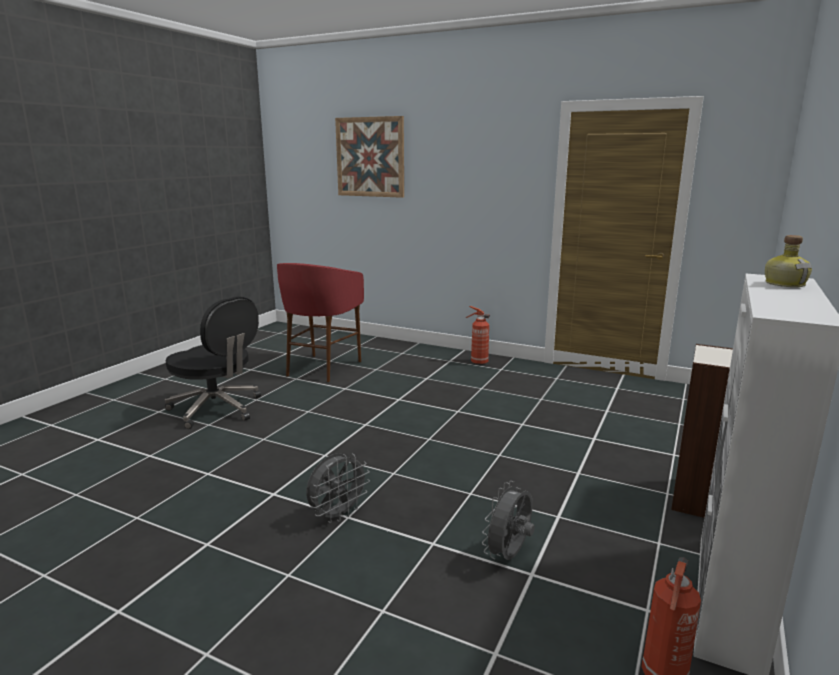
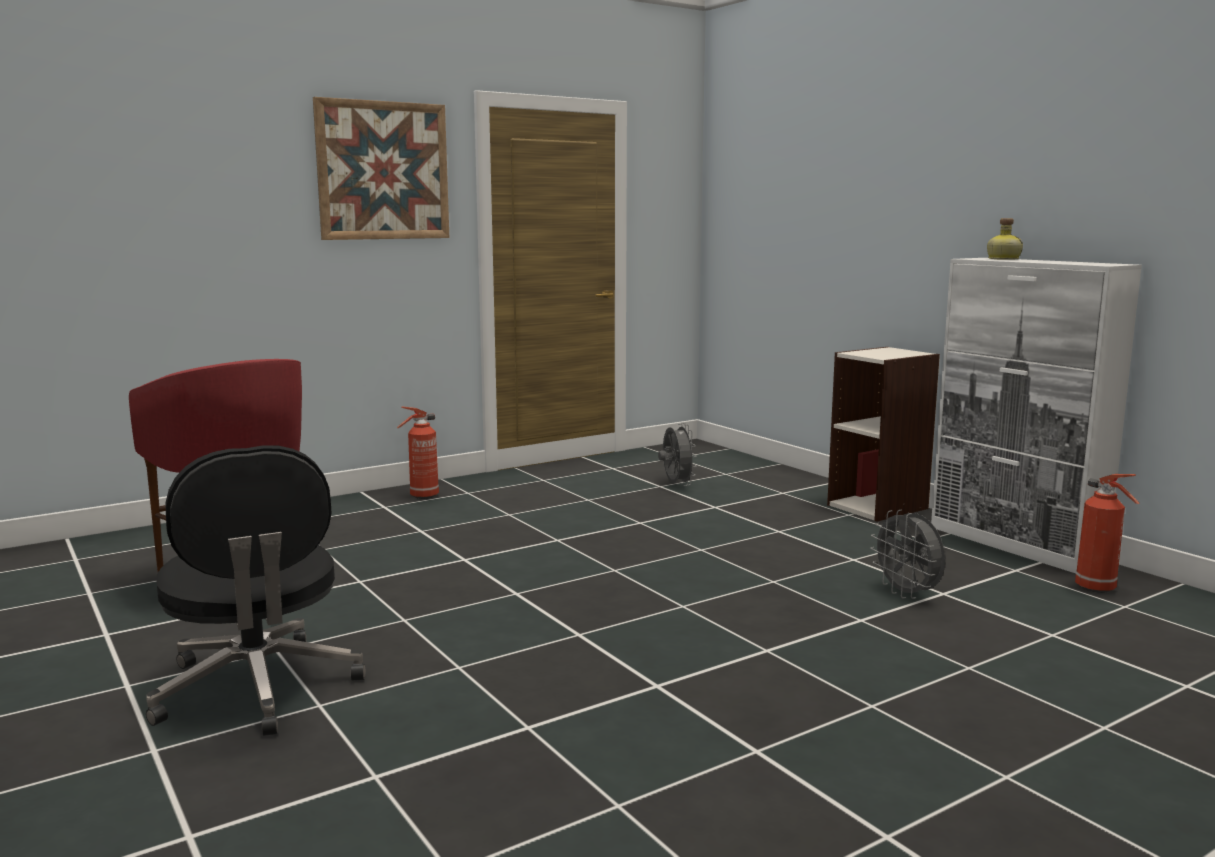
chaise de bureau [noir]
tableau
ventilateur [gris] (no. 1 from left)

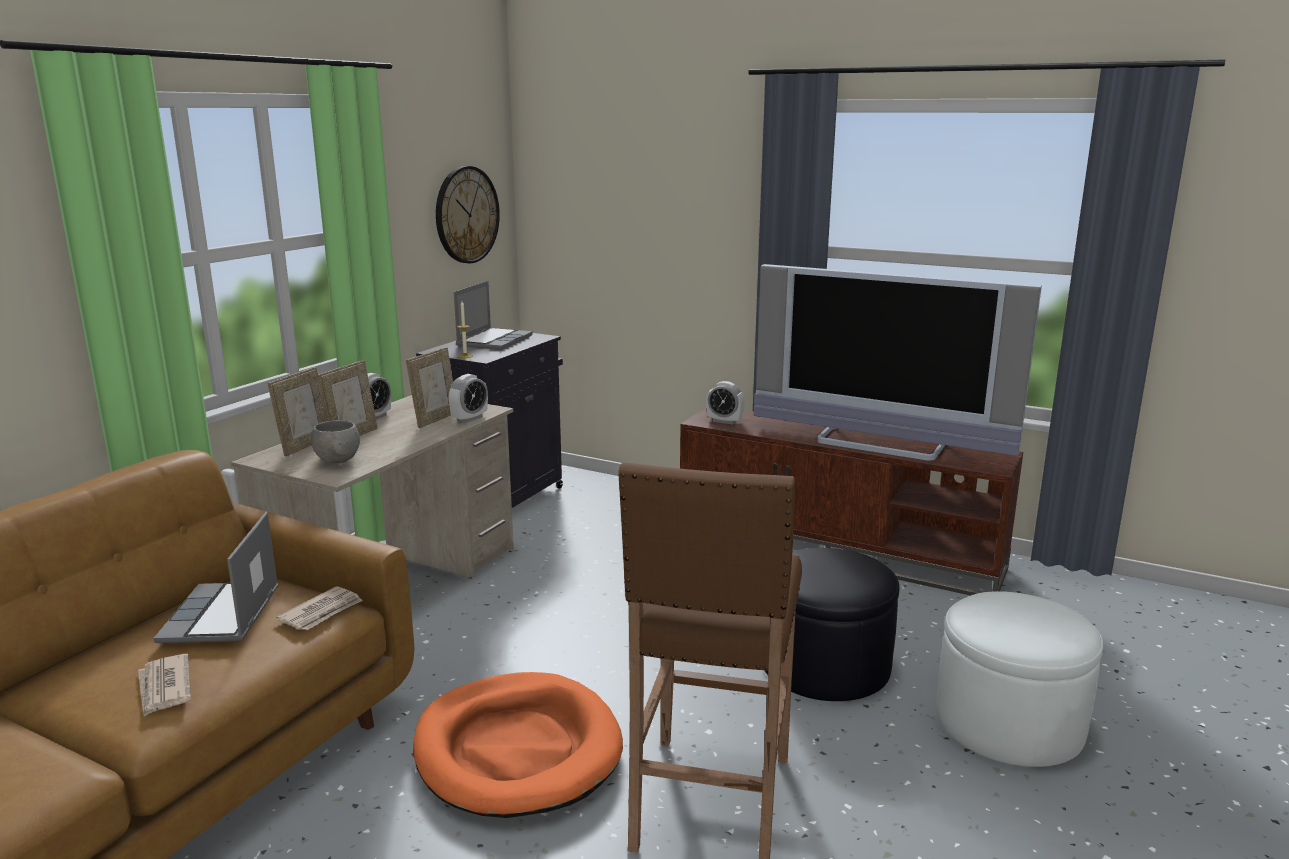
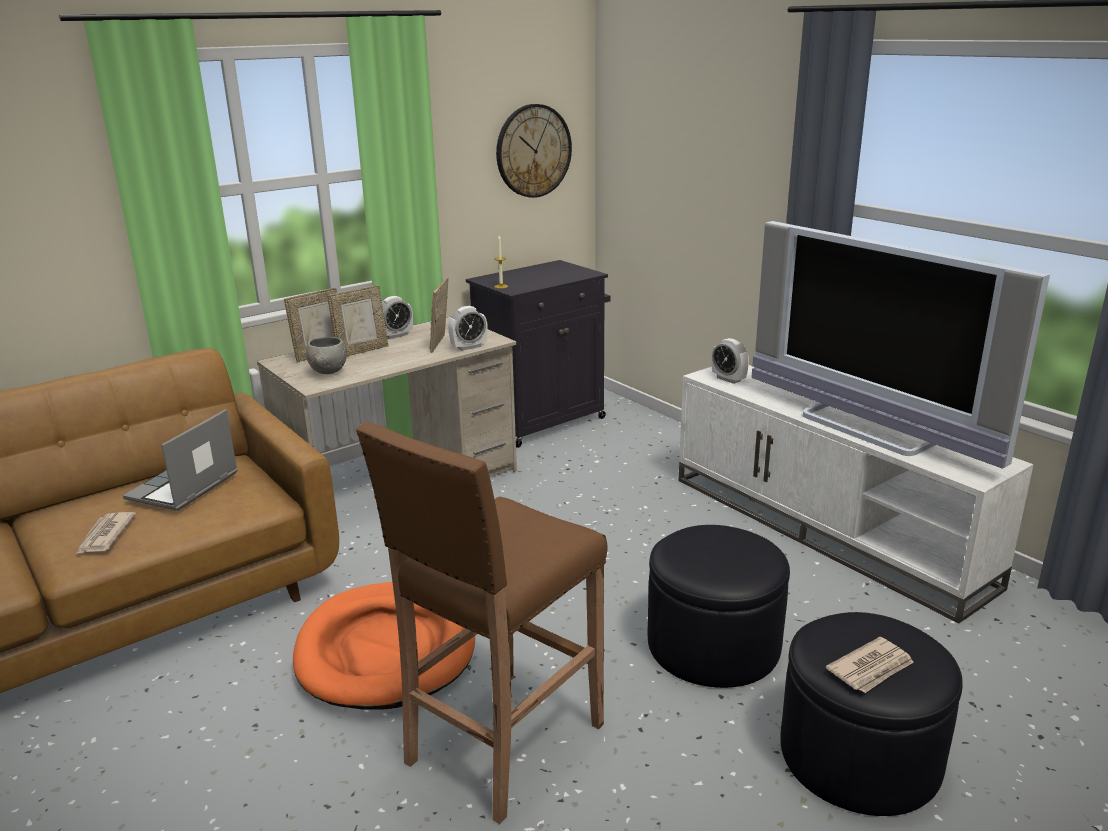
cadre photo (no. 3 from left)
meuble télé [blanc]
pouf [noir] (no. 2 from left)
journal (no. 2 from left)
ordinateur portable (no. 2 from left in the first image)

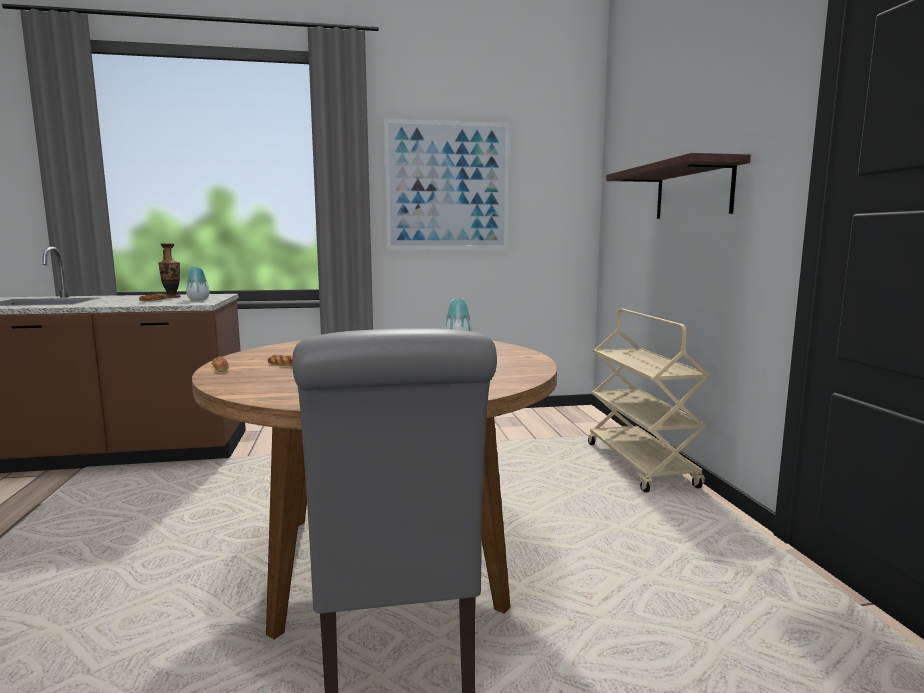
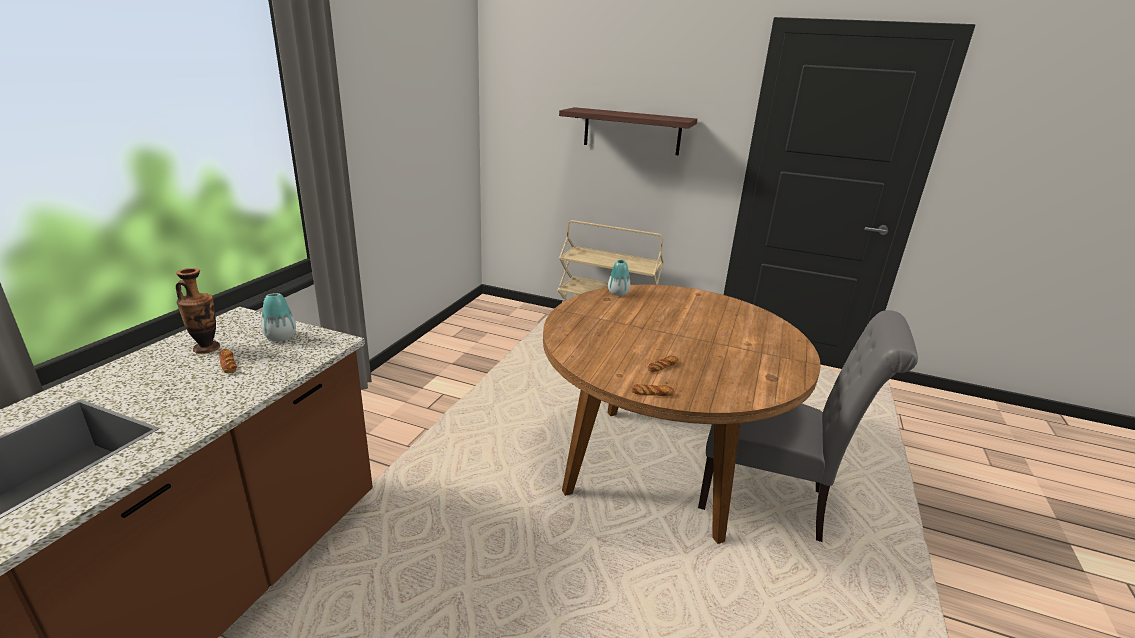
tableau

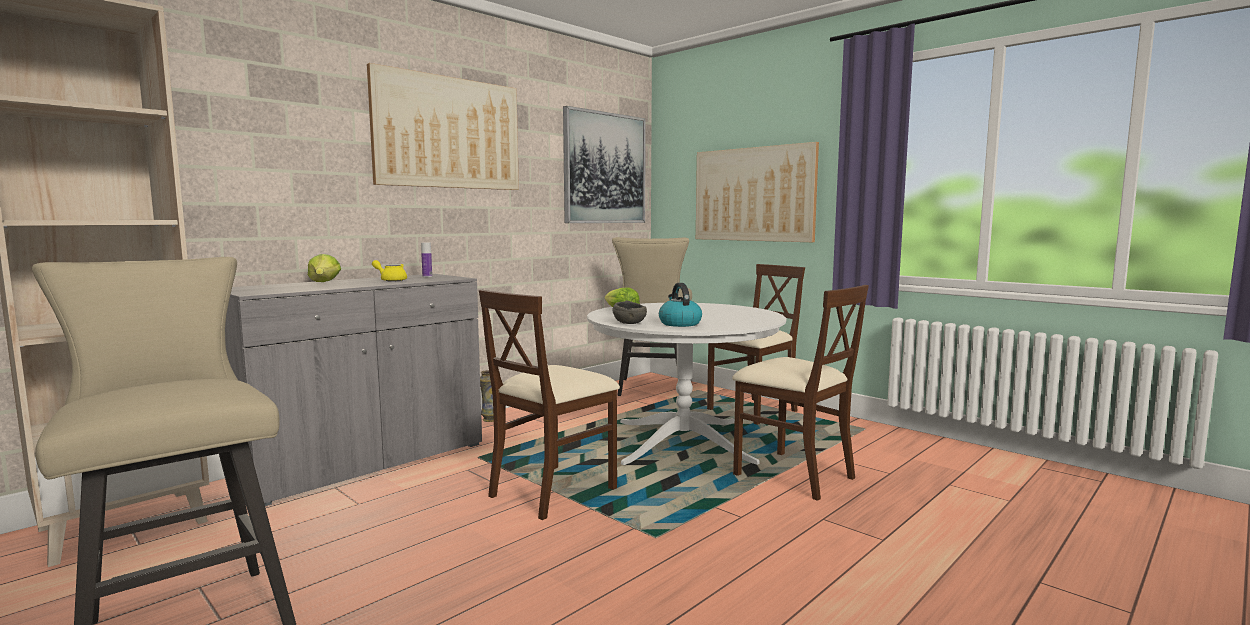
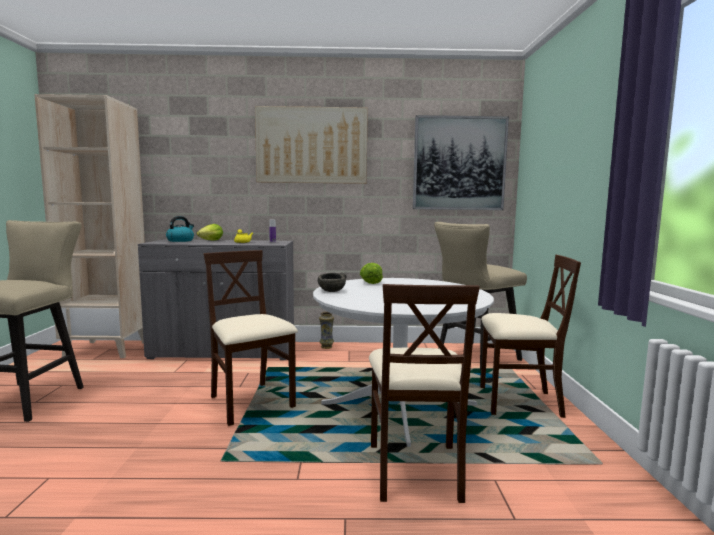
bouilloire
chaise [beige] (no. 1 from left)
tableau (no. 3 from left in the first image)

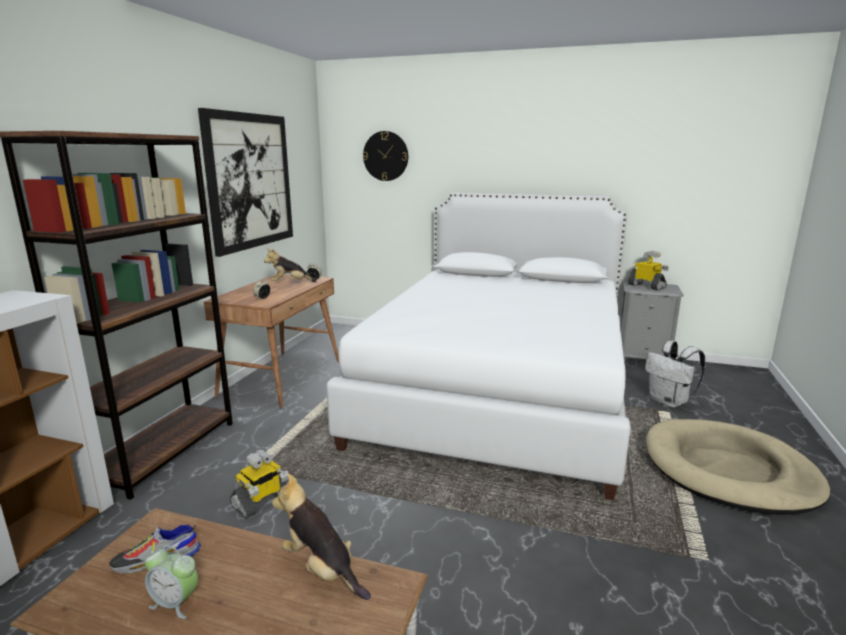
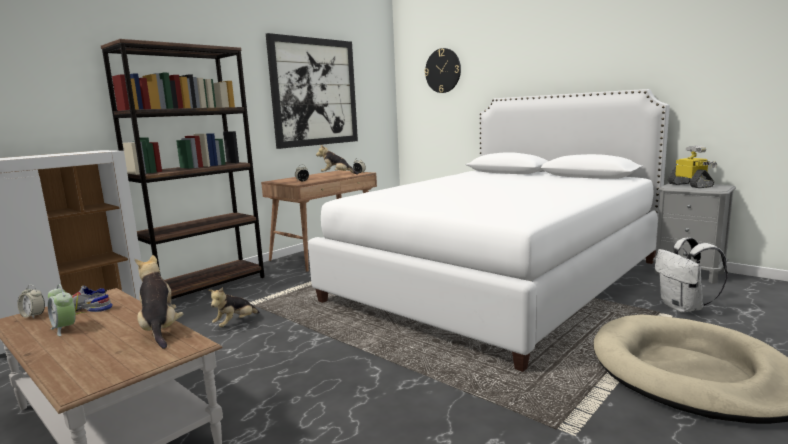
réveil (no. 1 from left)
peluche (no. 2 from left)

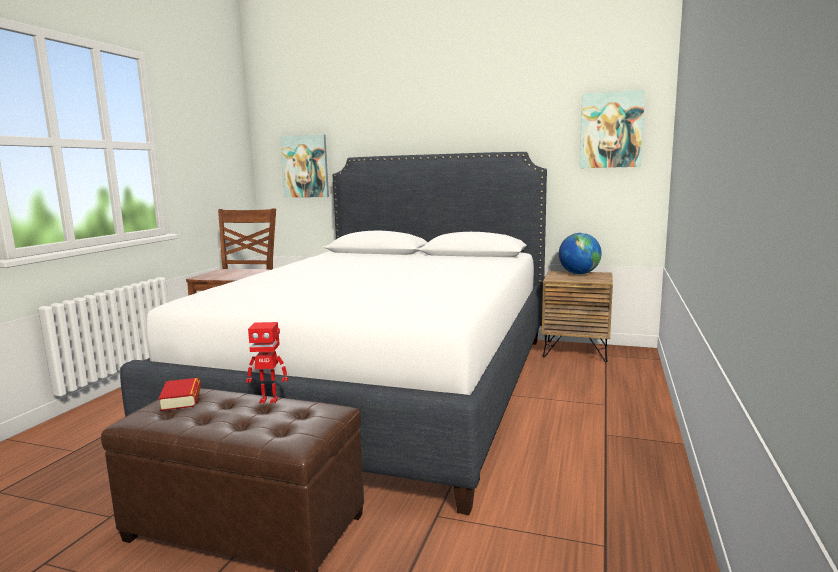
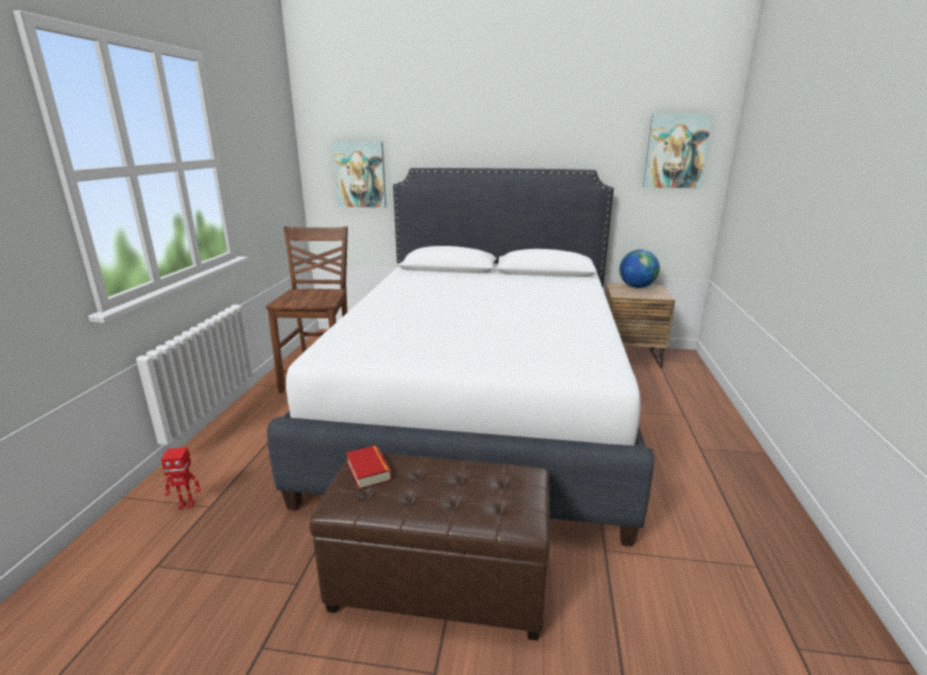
robot jouet

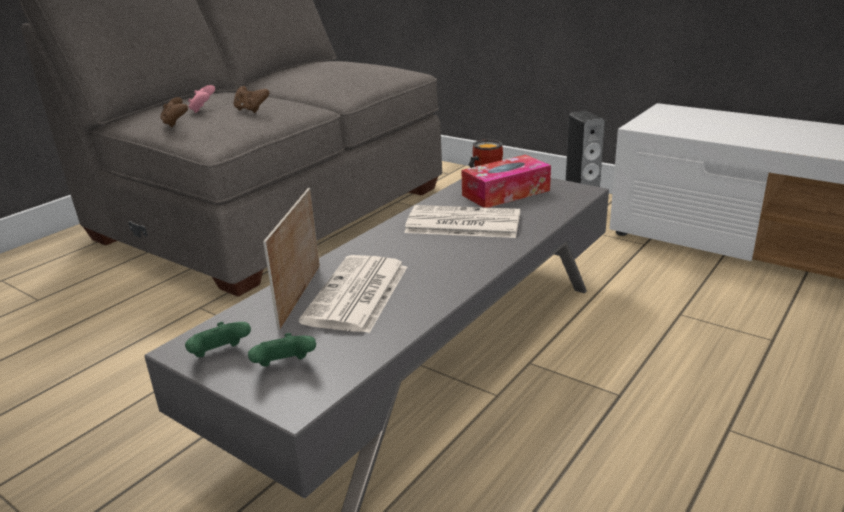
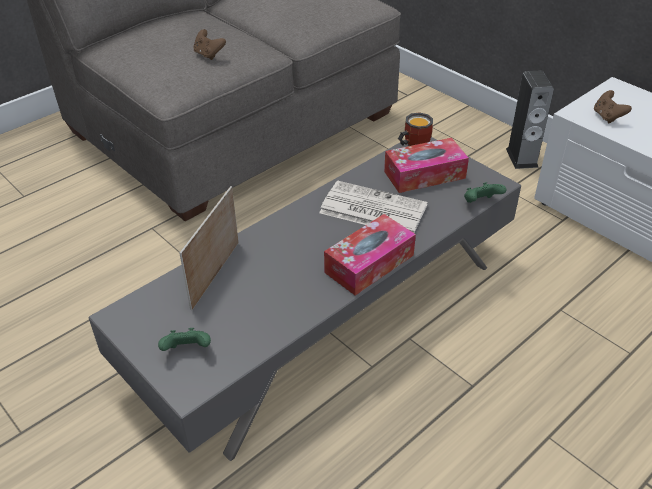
boîte à mouchoirs (no. 1 from left)
manette [vert] (no. 2 from left)
manette [marron] (no. 2 from left)
manette [rose]
journal (no. 1 from left in the first image)

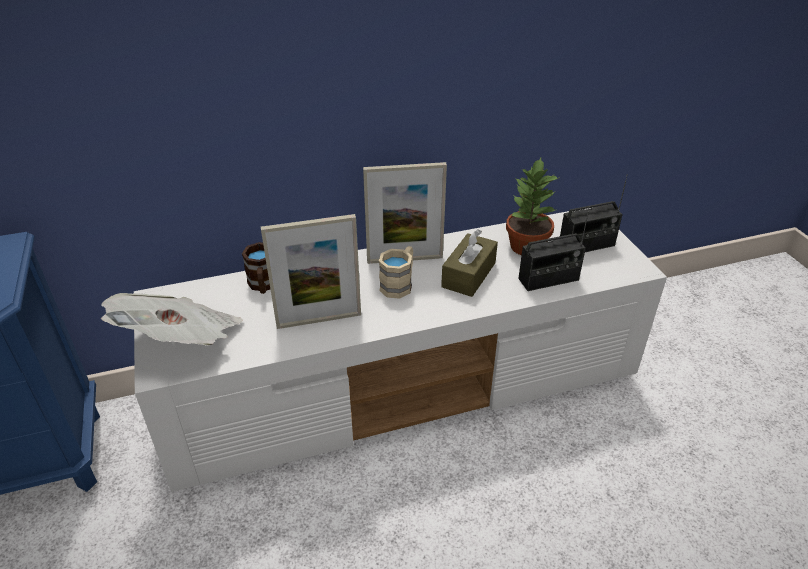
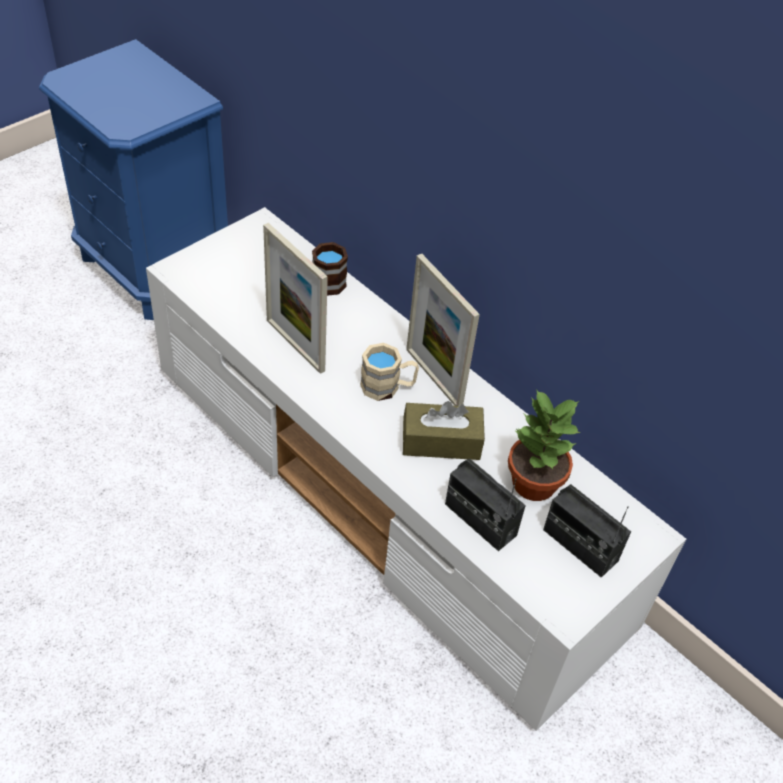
journal

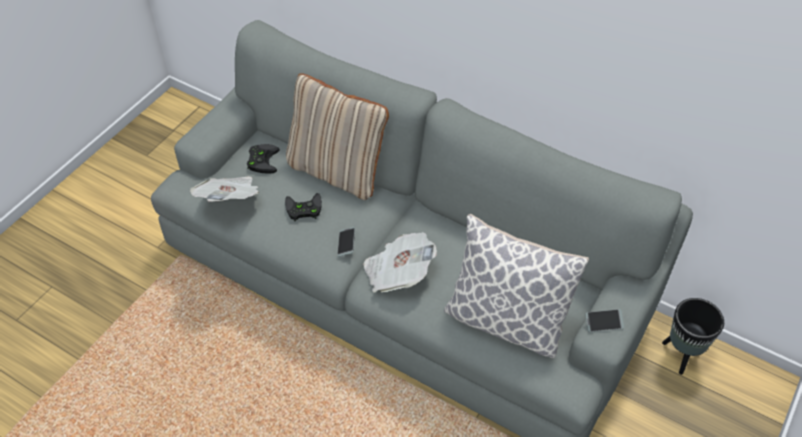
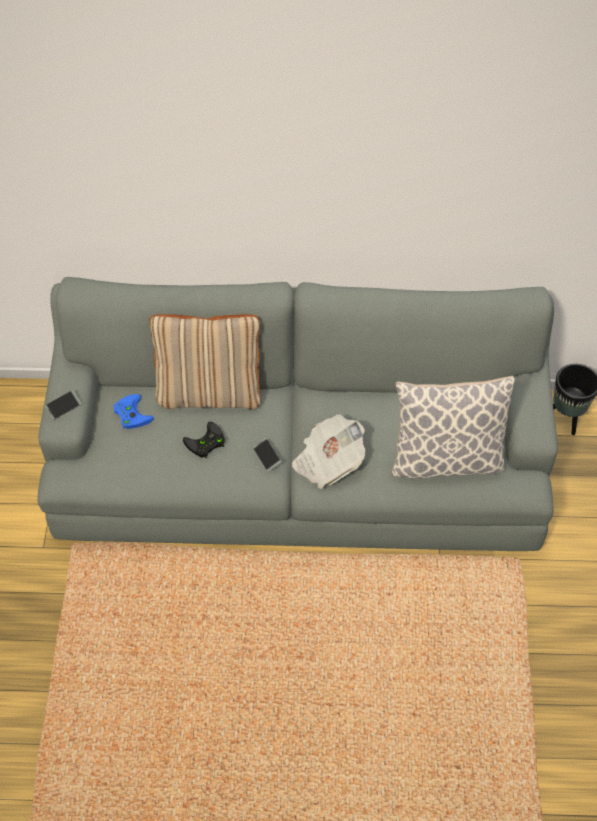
téléphone (no. 1 from left)
manette [bleu]
journal (no. 1 from left in the first image)

